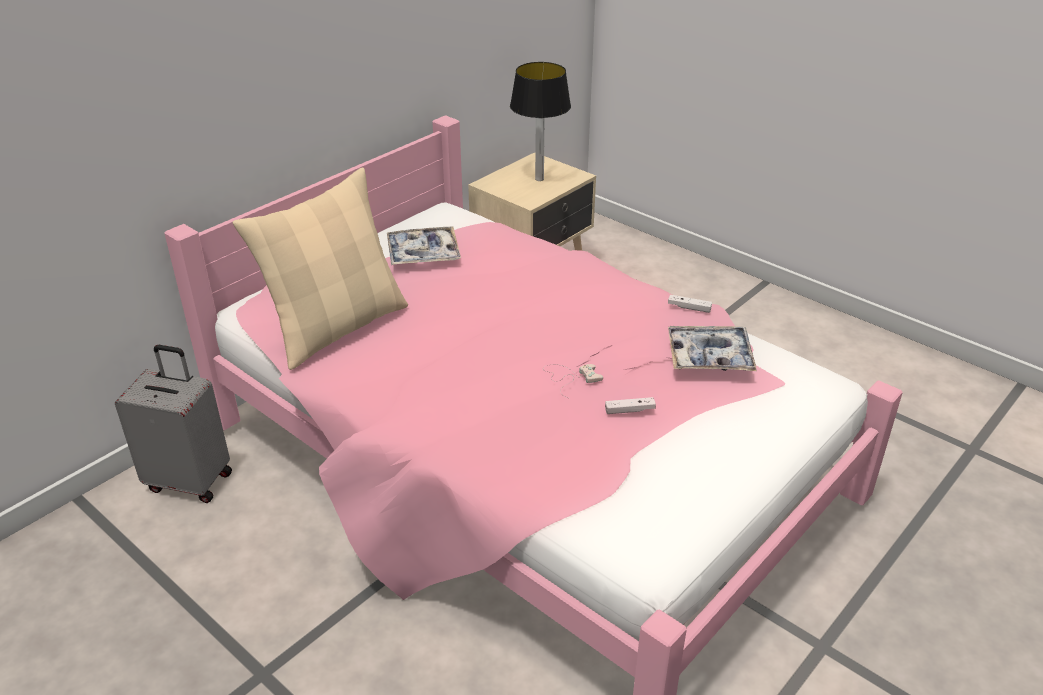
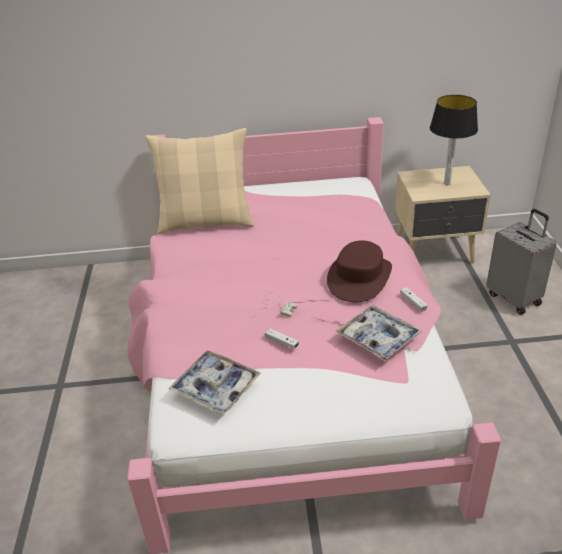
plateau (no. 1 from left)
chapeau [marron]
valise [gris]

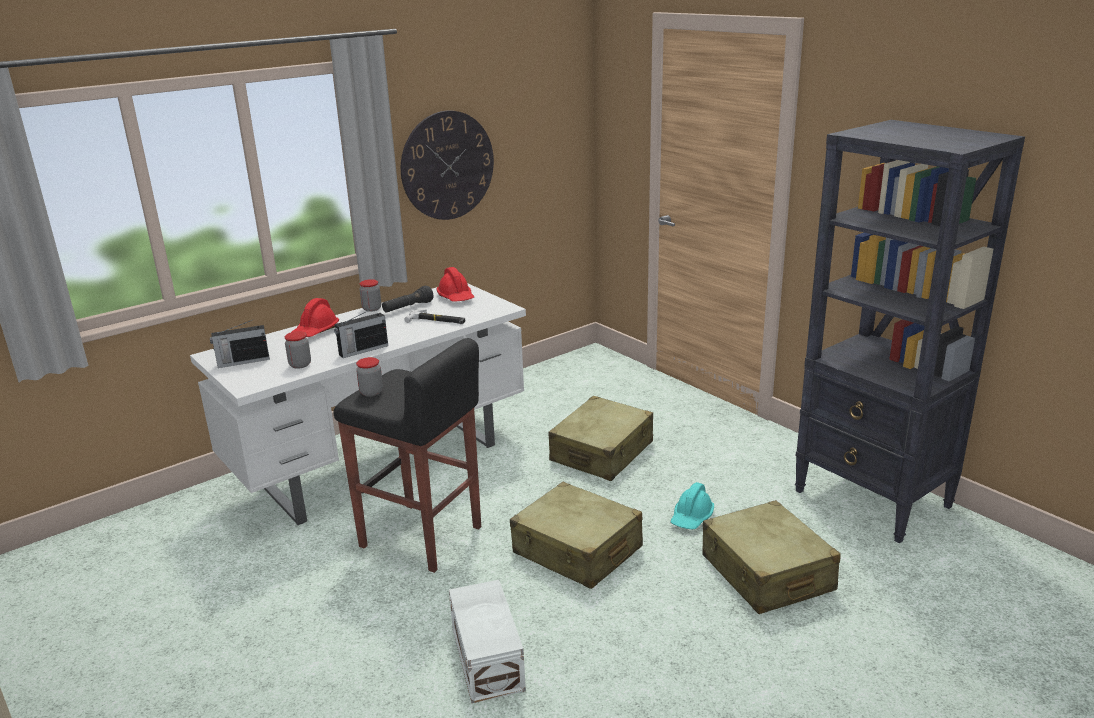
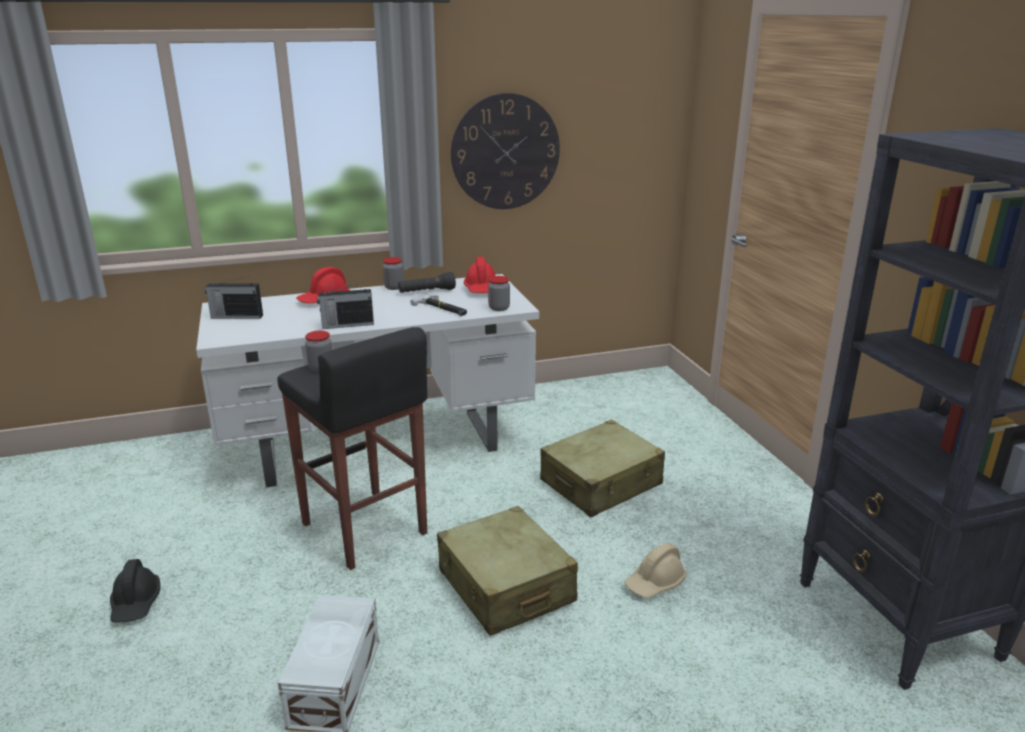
casque de chantier [noir]
bocal (no. 3 from left)
casque de chantier [beige]
valise [beige] (no. 3 from left in the first image)

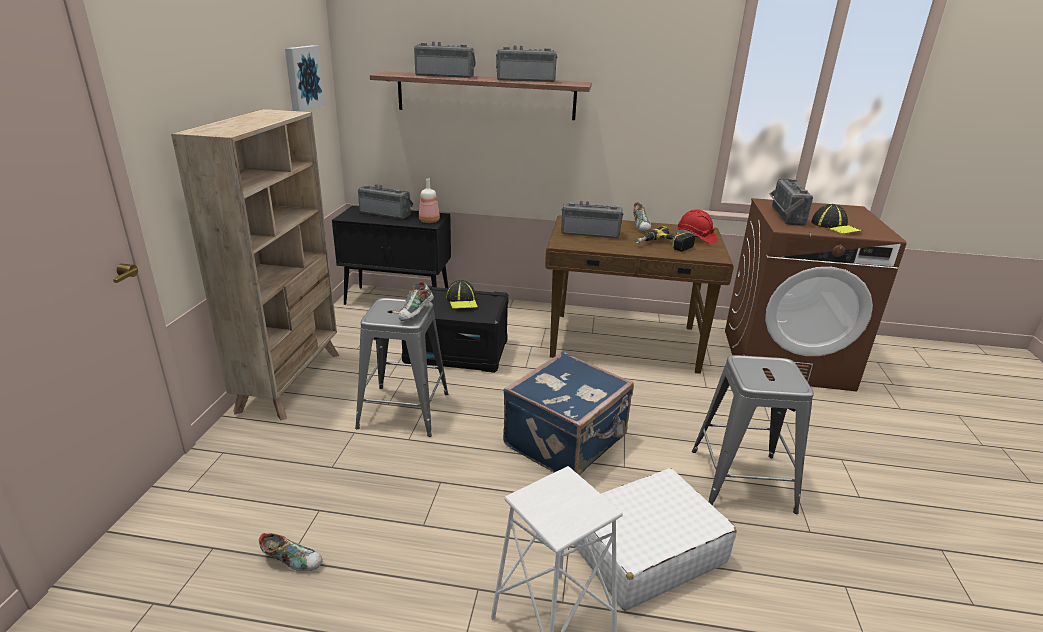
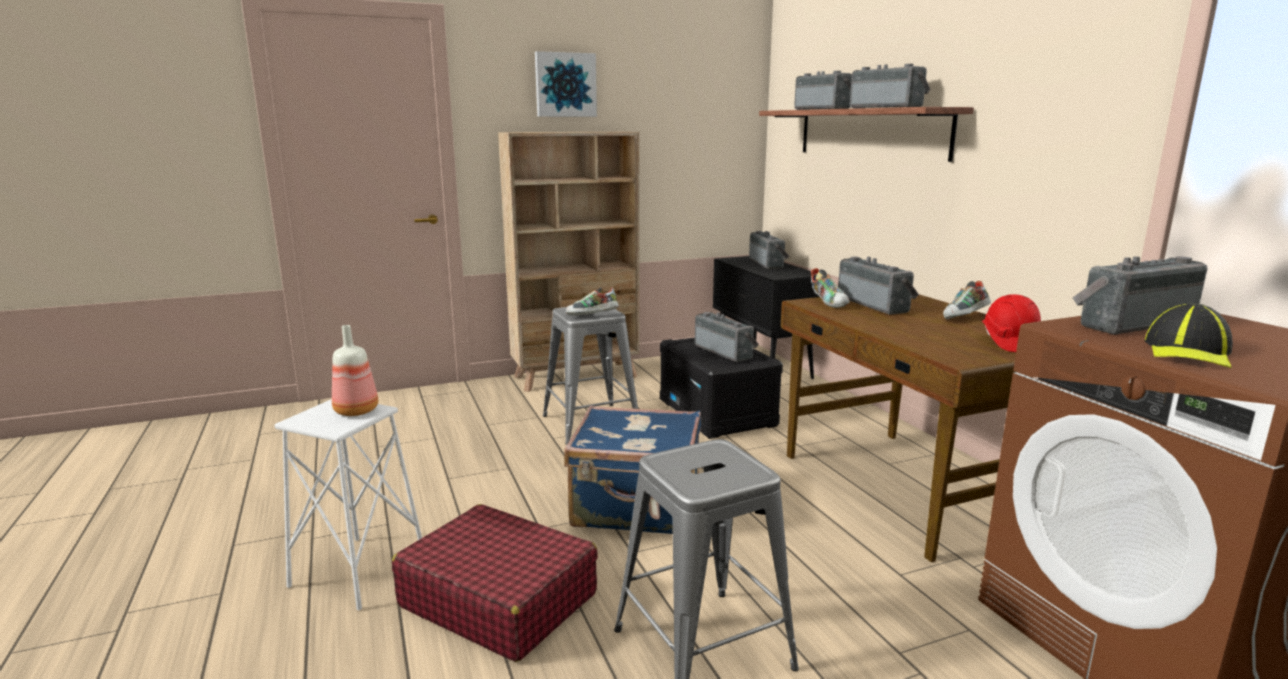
bouteille
valise [rouge]
tableau
radio (no. 1 from left)
chaussure (no. 2 from left)
perceuse

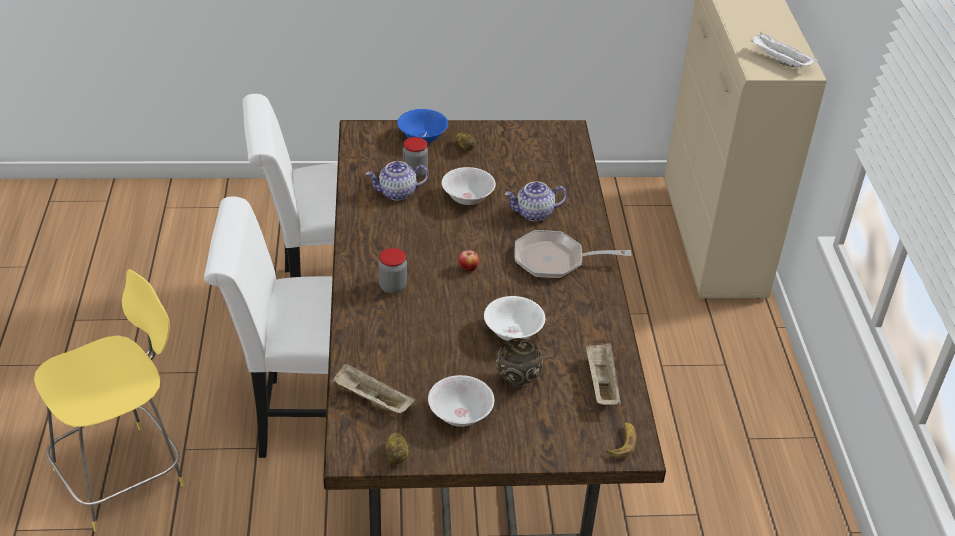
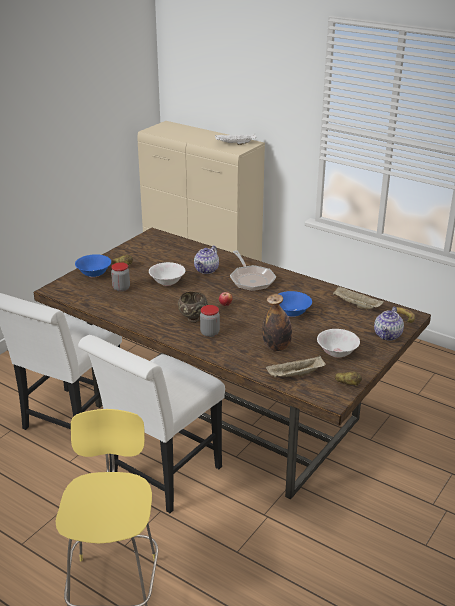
bol [marron]
poêle
bouteille
bol [bleu] (no. 2 from left)
théière (no. 2 from left)

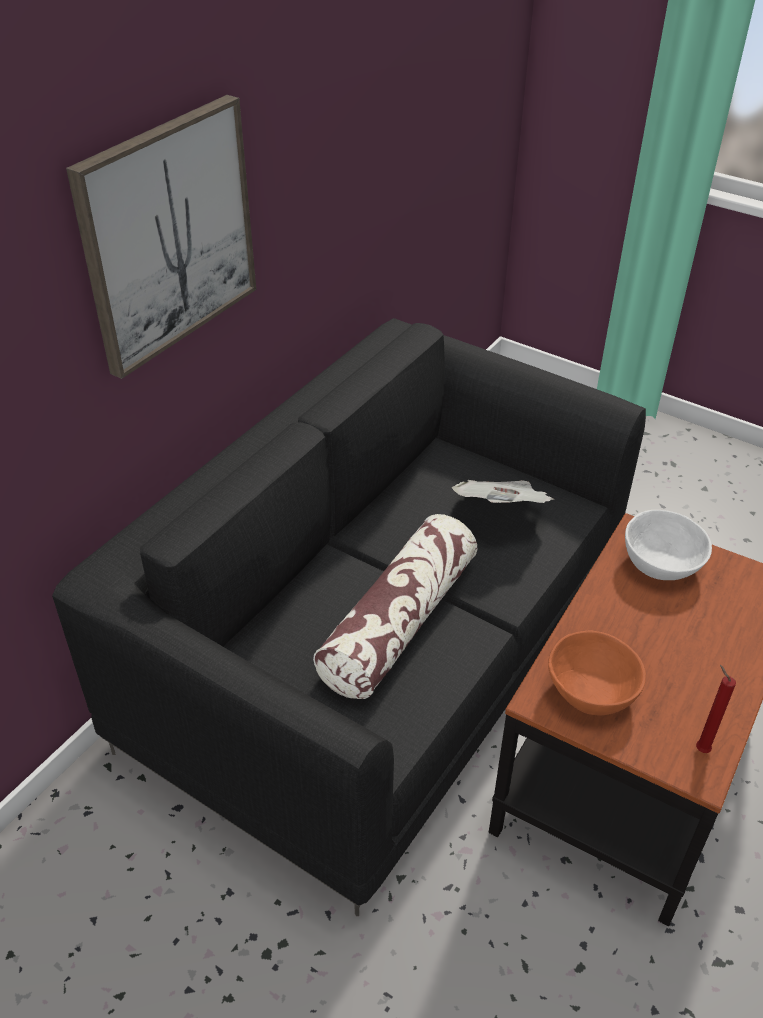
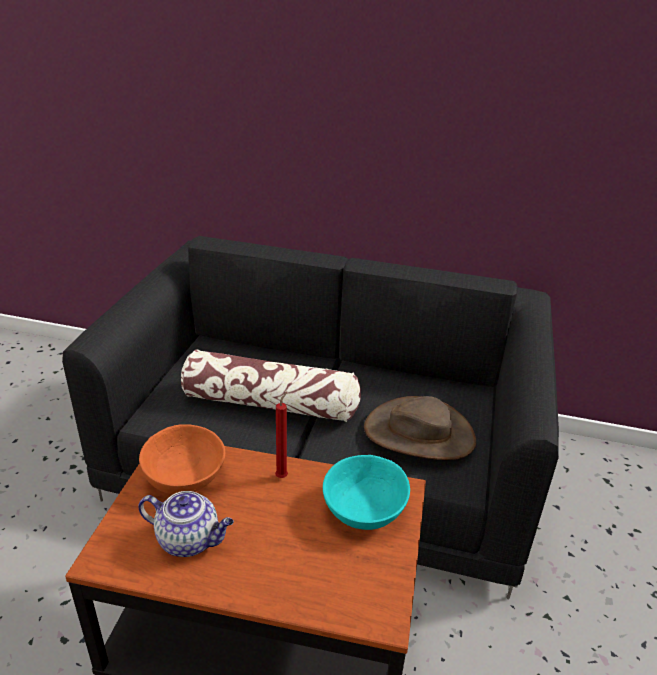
théière
bougie [rouge]
bol [turquoise]
chapeau [marron]
tableau

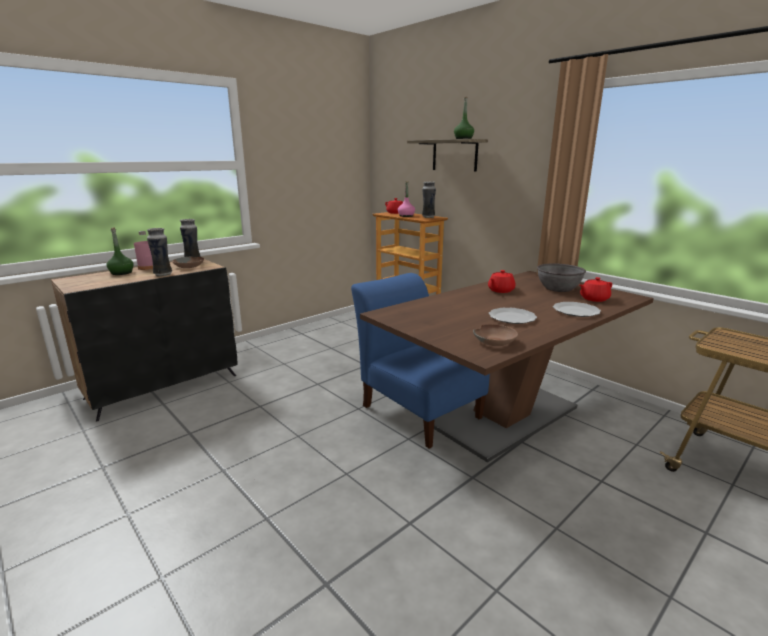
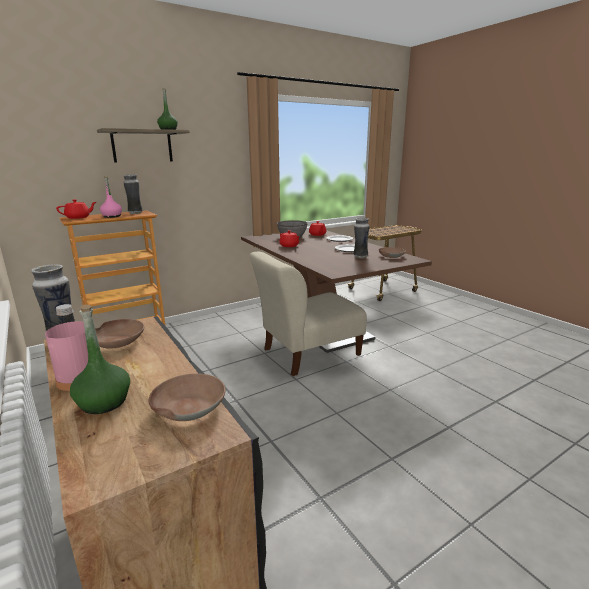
bol [marron] (no. 2 from left)
chaise [beige]
vase (no. 3 from left)

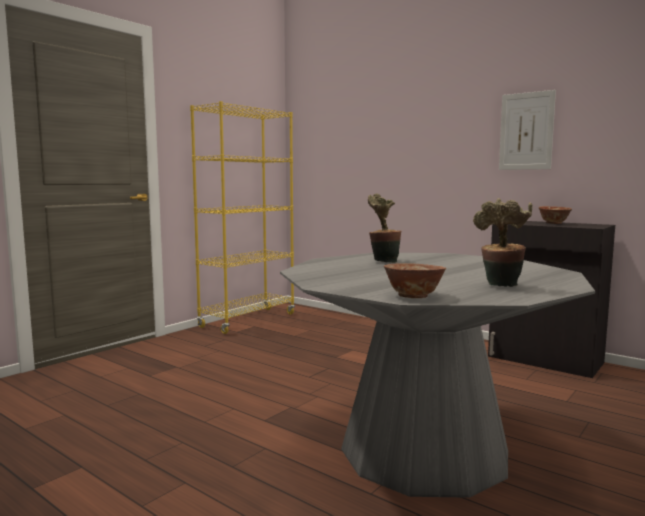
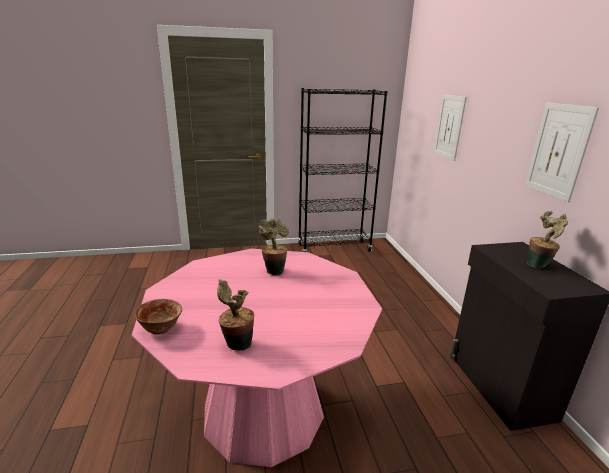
table à manger [rose]
bibliothèque [noir]
tableau (no. 1 from left)
plante en pot (no. 3 from left)

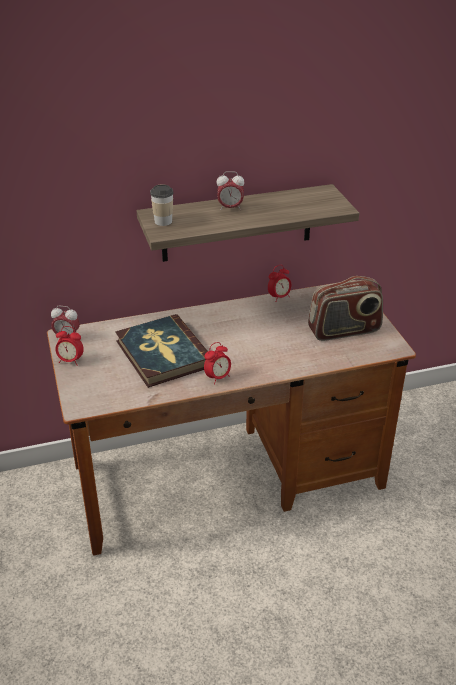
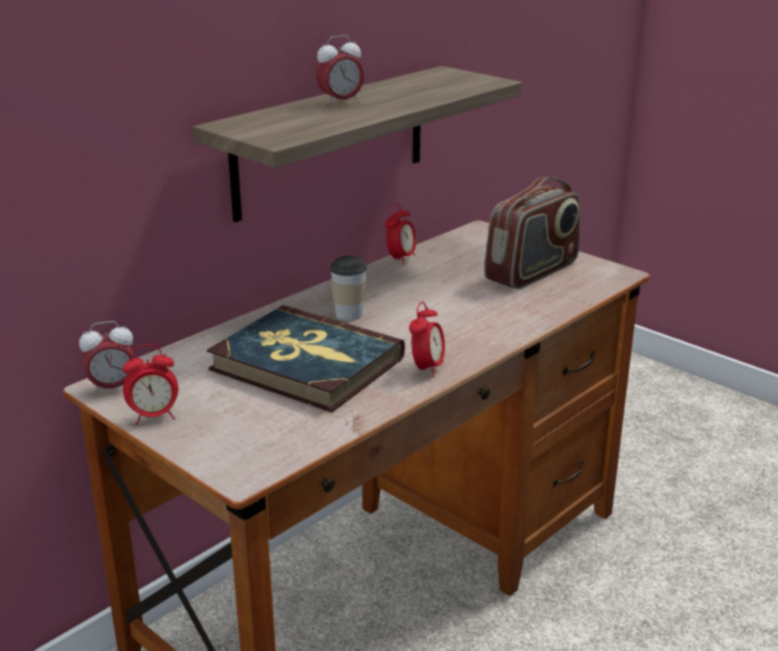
tasse

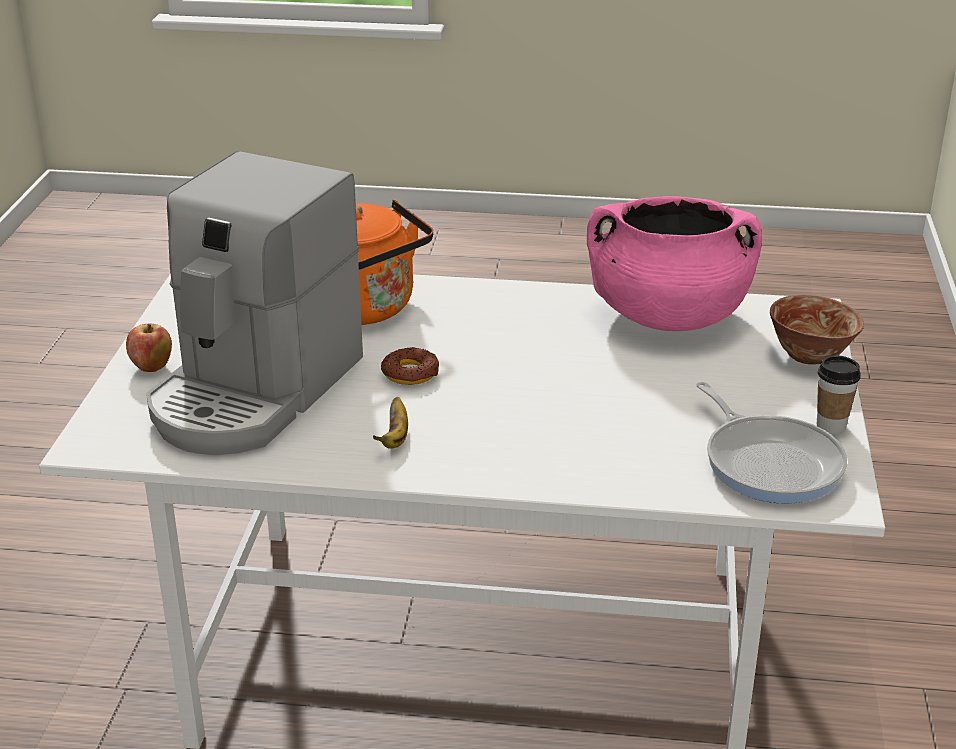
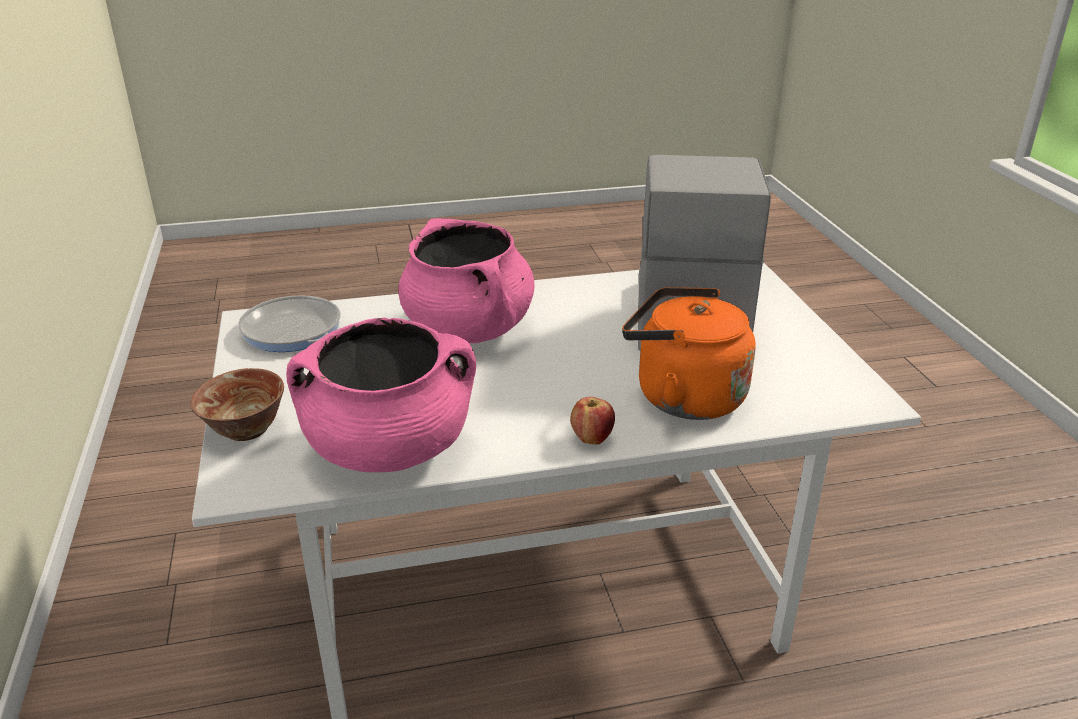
marmite [rose] (no. 2 from left)
pomme
banane
beignet
tasse

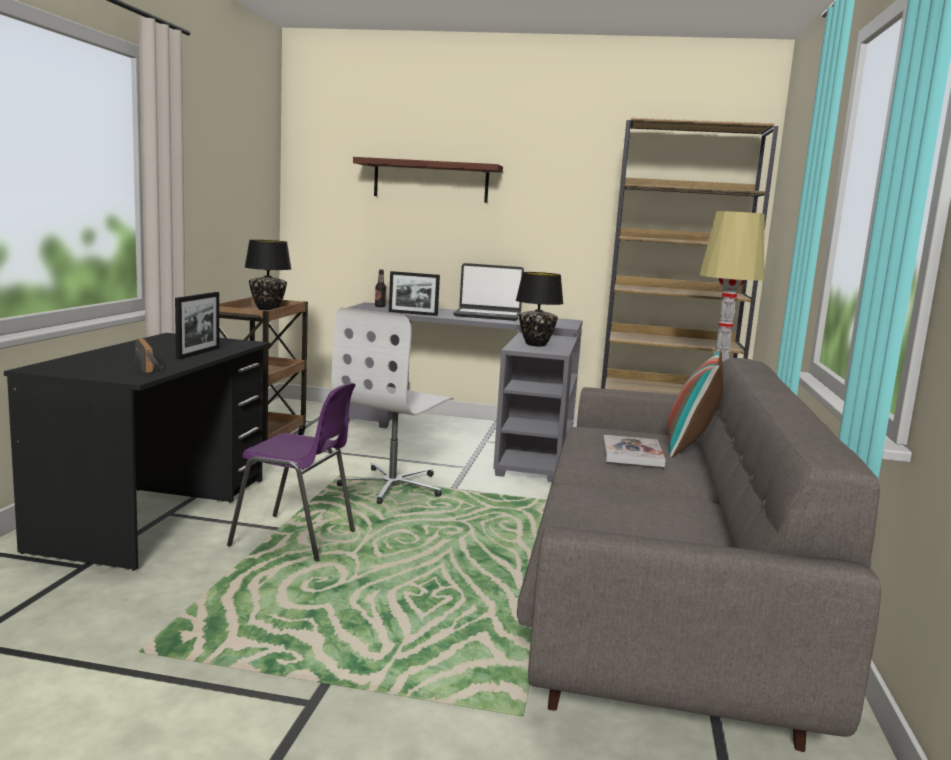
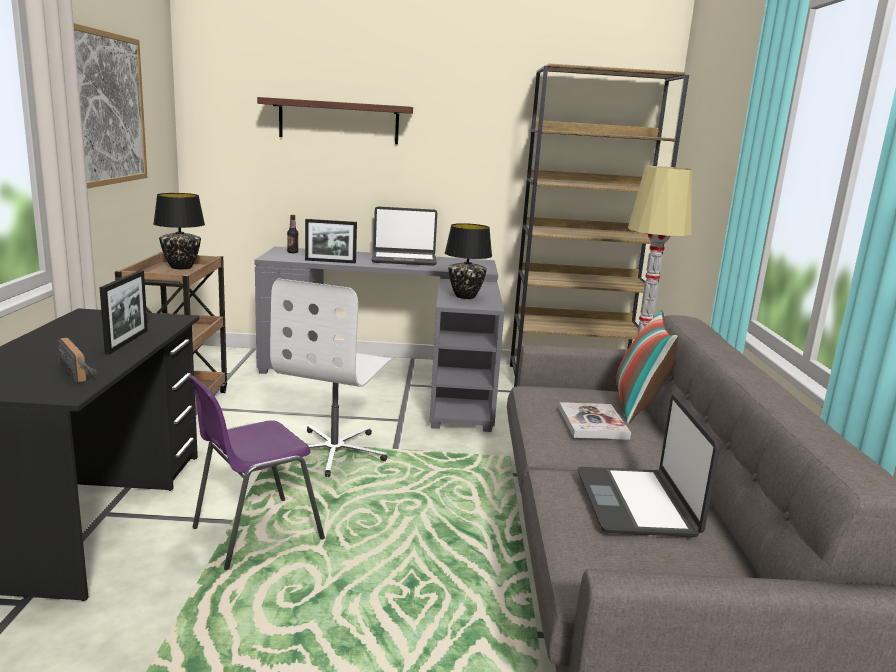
tableau
chaise [violet]
ordinateur portable (no. 2 from left)

